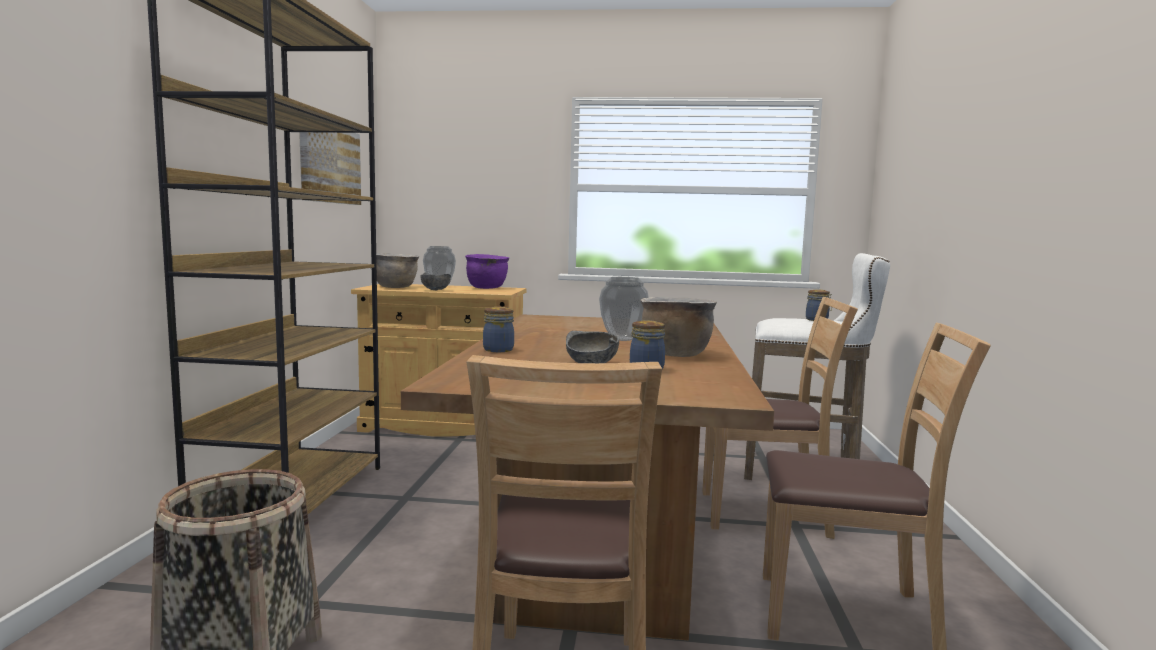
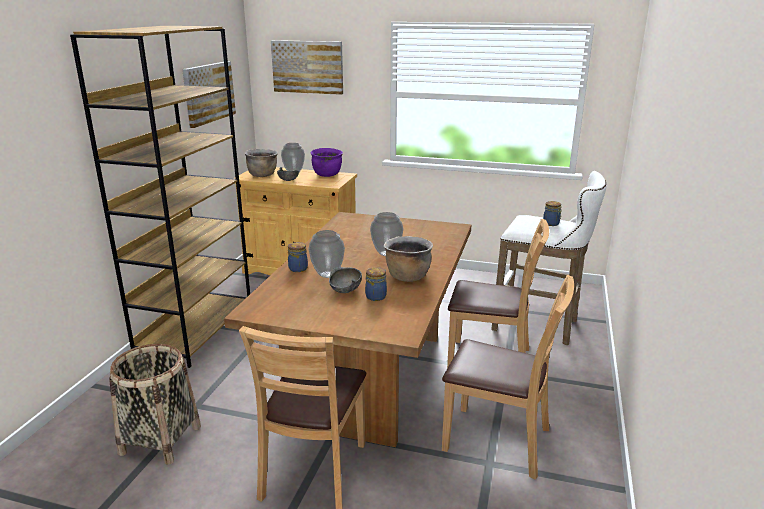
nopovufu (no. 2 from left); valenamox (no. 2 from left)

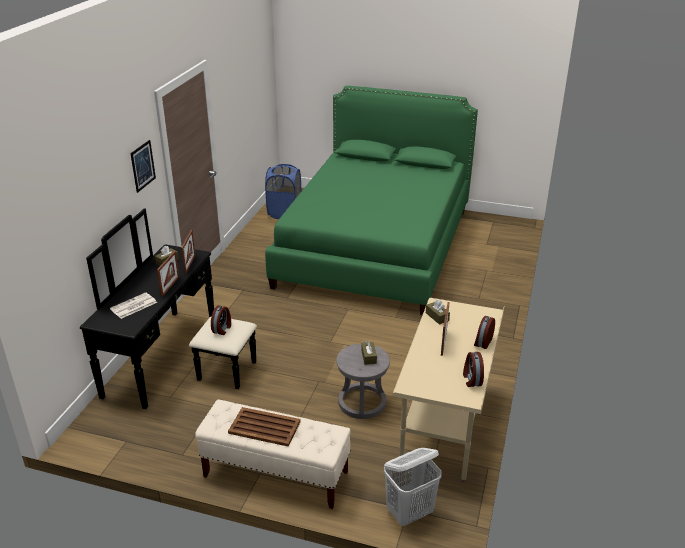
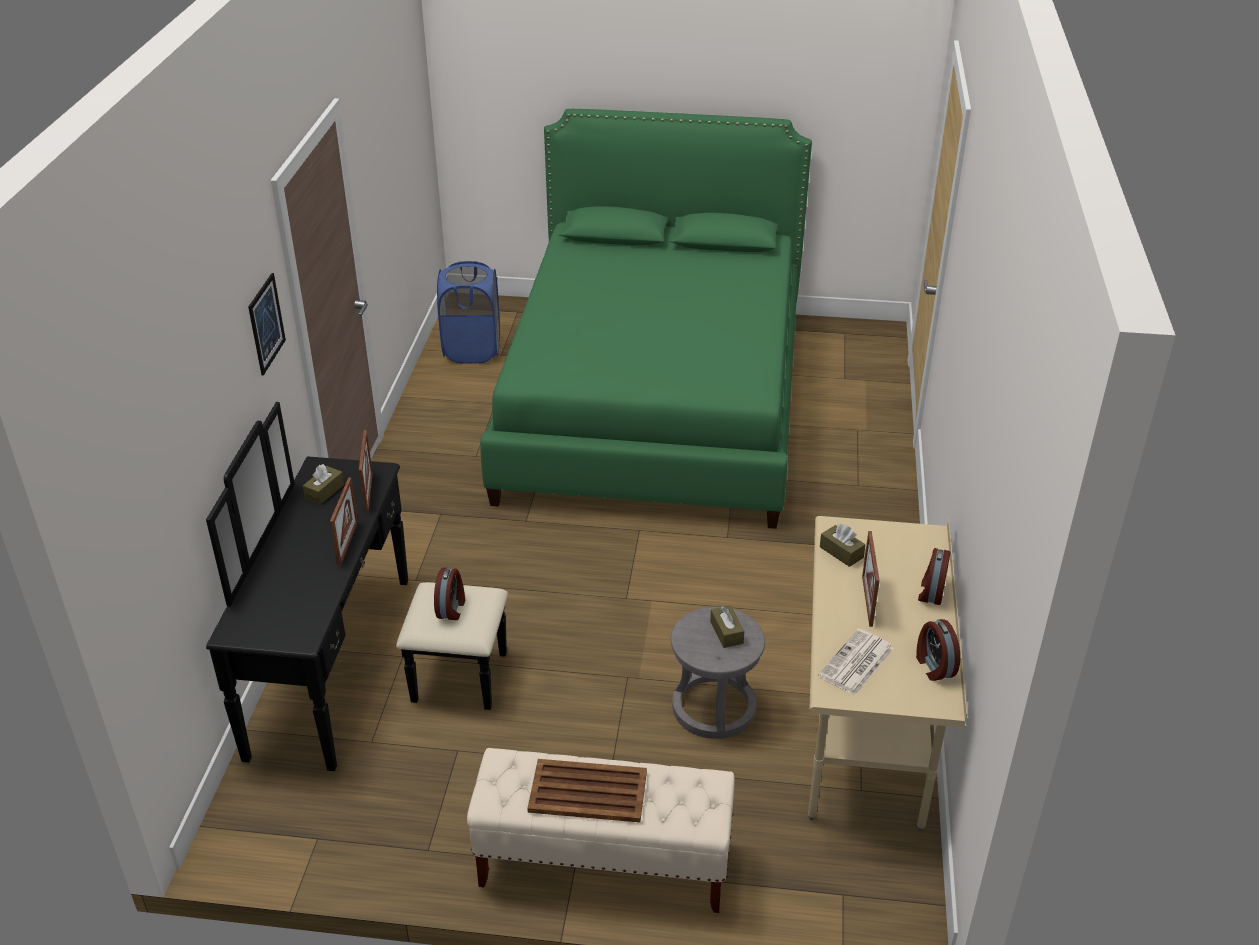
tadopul; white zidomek

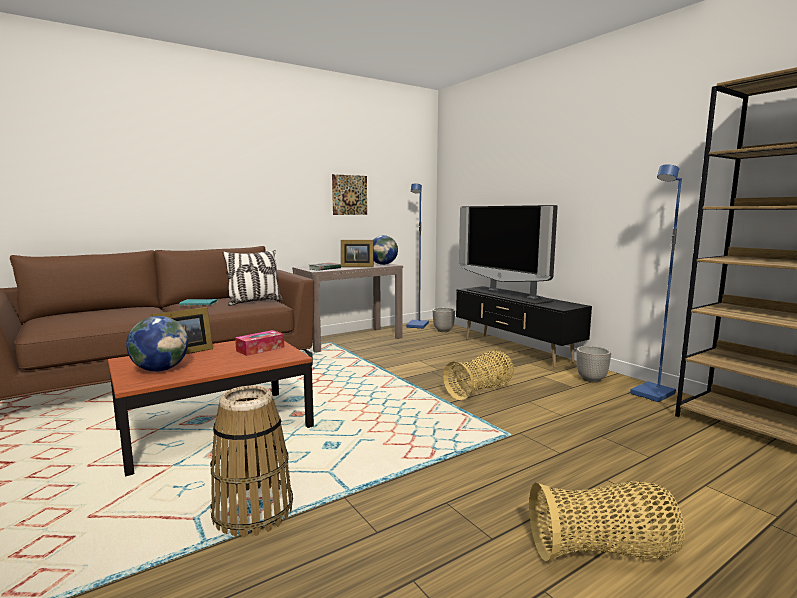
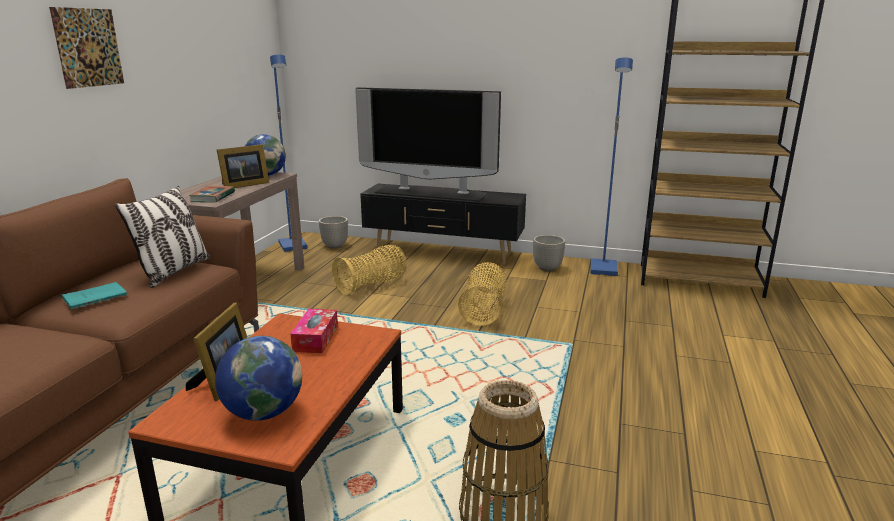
nopovufu; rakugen (no. 1 from left)

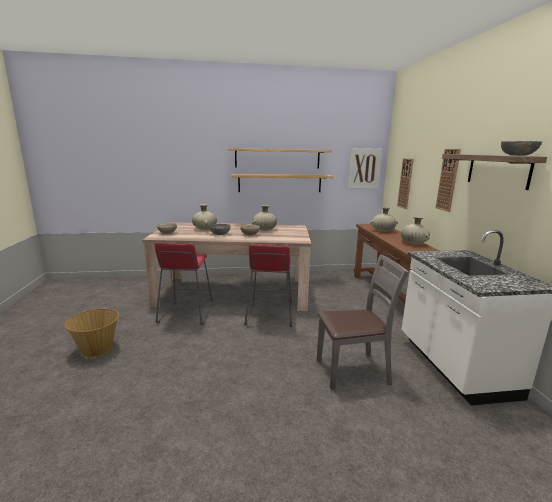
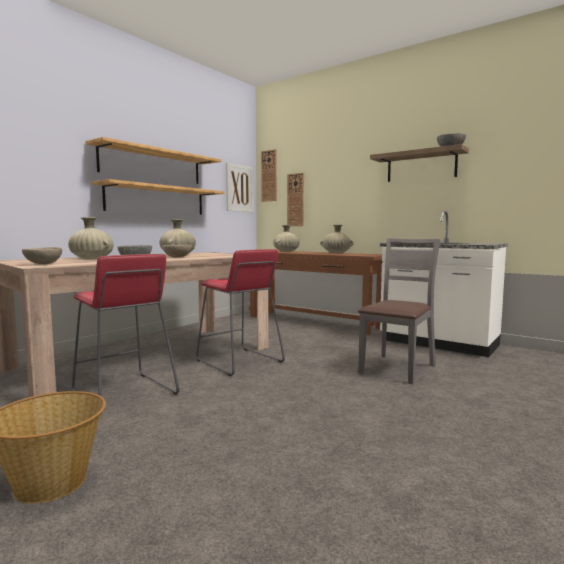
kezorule (no. 1 from left)

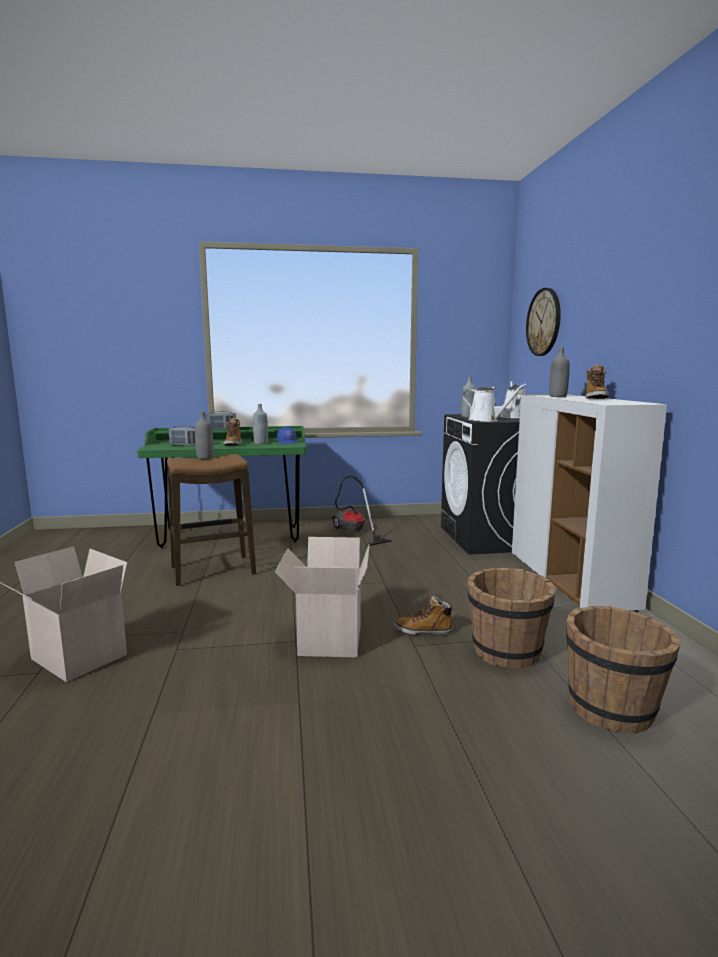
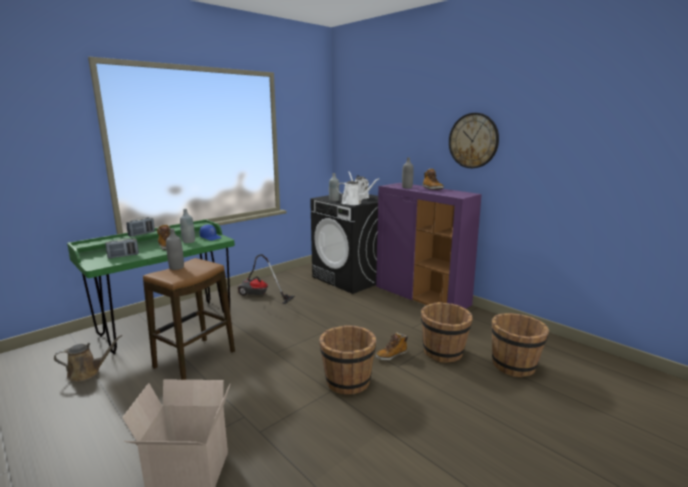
kezorule; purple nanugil; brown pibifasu (no. 1 from left); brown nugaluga

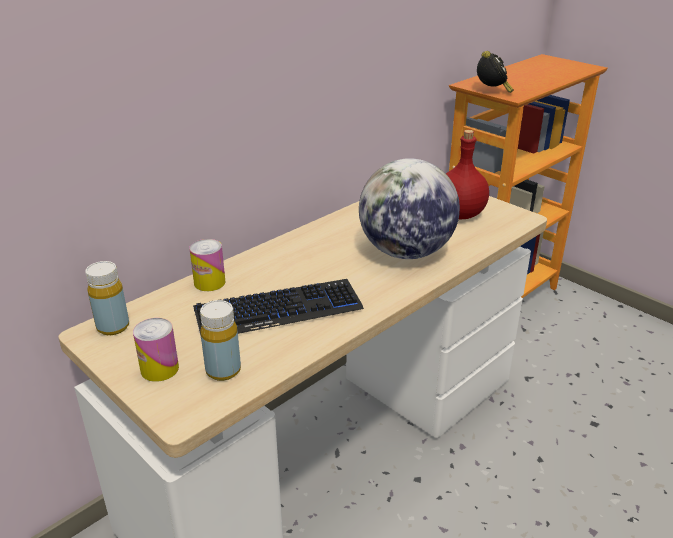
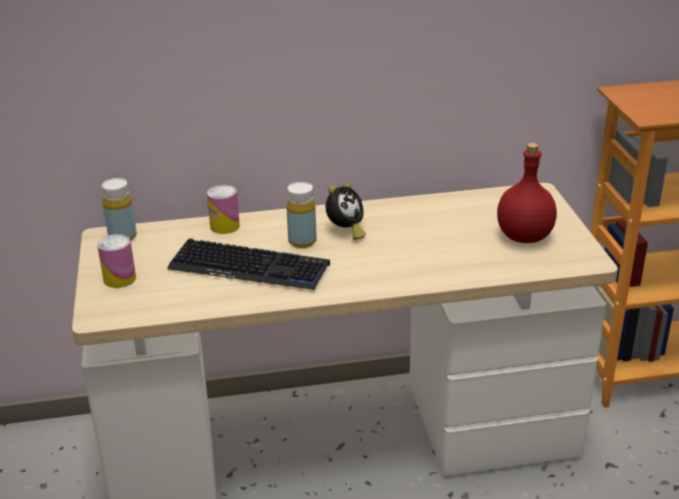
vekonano; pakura; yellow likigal (no. 2 from left)

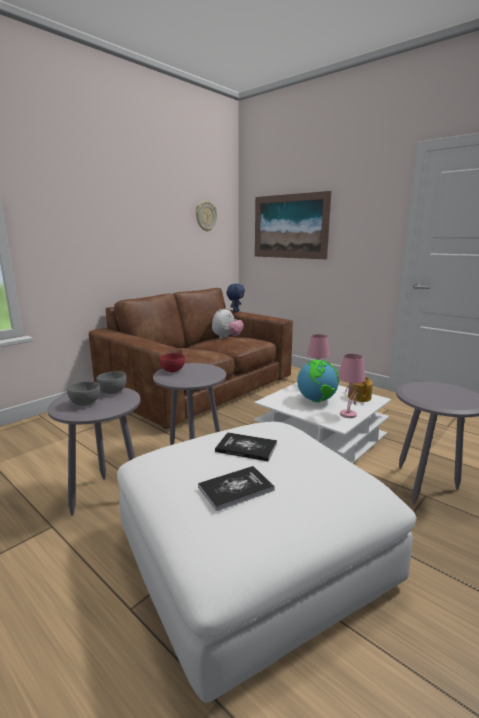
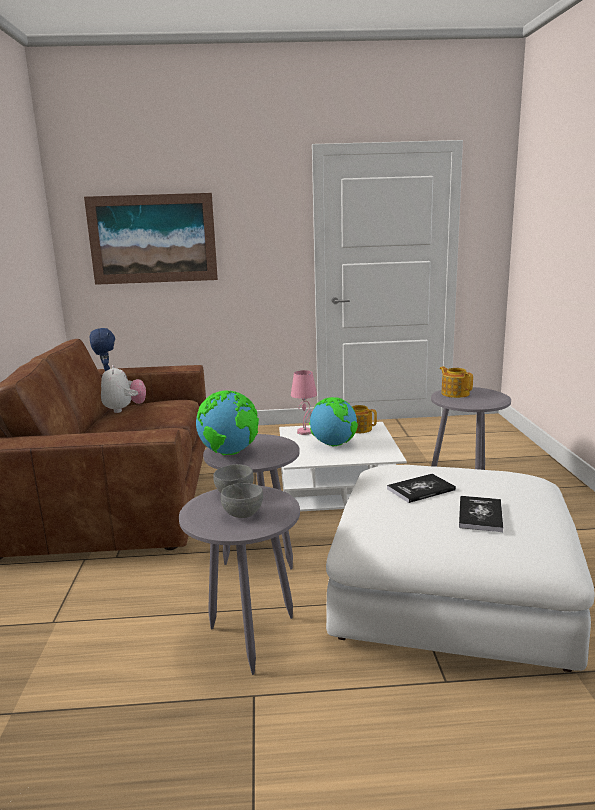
kezorule; pakura (no. 1 from left); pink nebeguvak (no. 2 from left in the first image); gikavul (no. 2 from left)

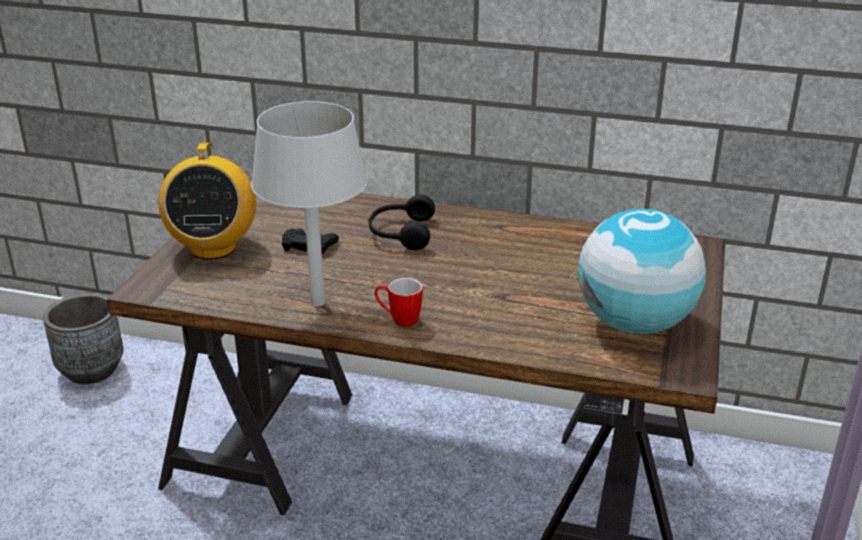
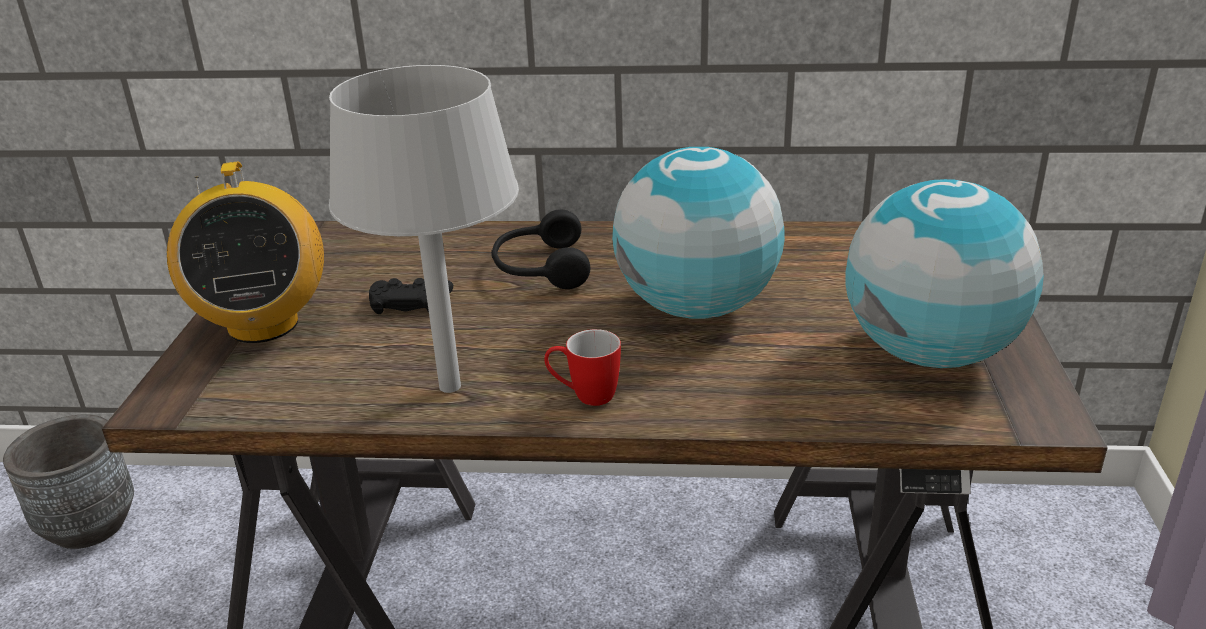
pakura (no. 1 from left)

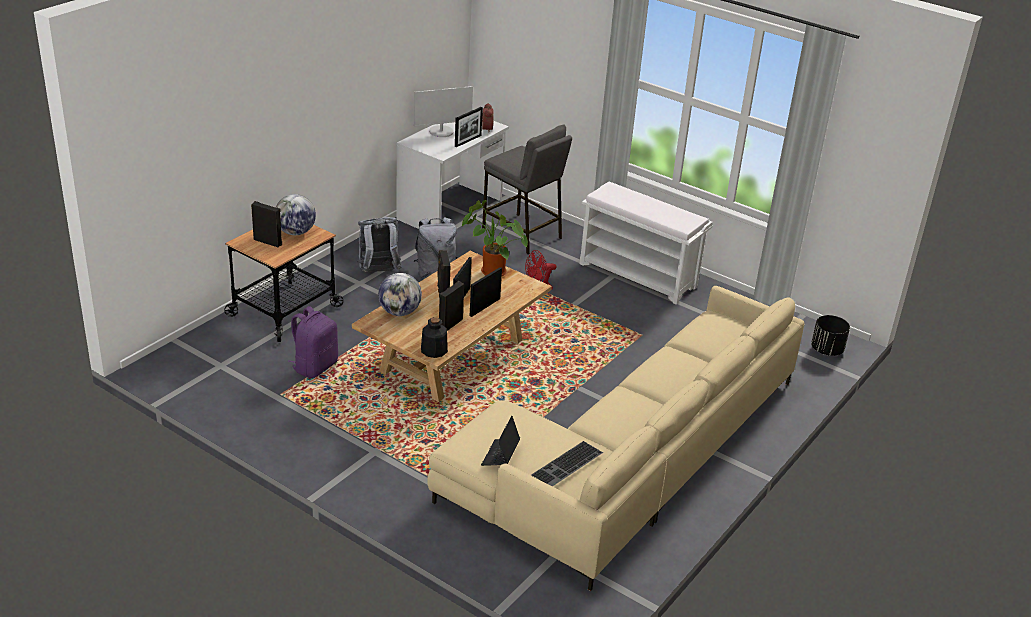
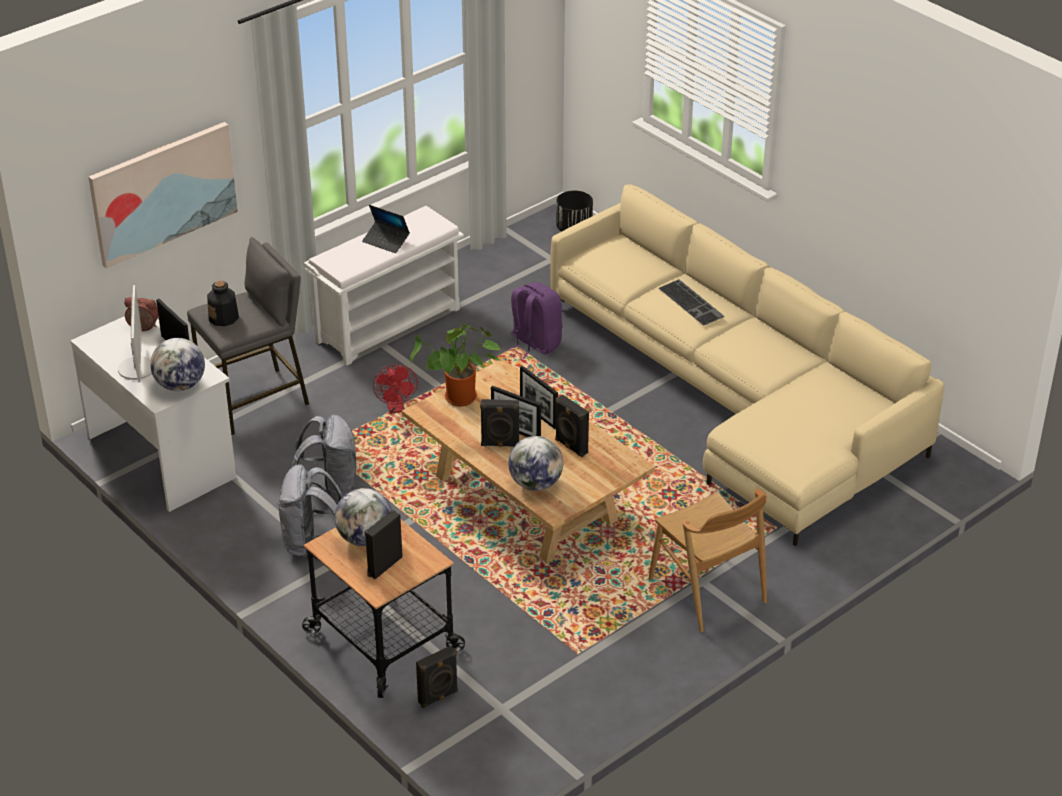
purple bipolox; likigal; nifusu; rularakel; nopovufu; pakura (no. 1 from left); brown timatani; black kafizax (no. 2 from left)

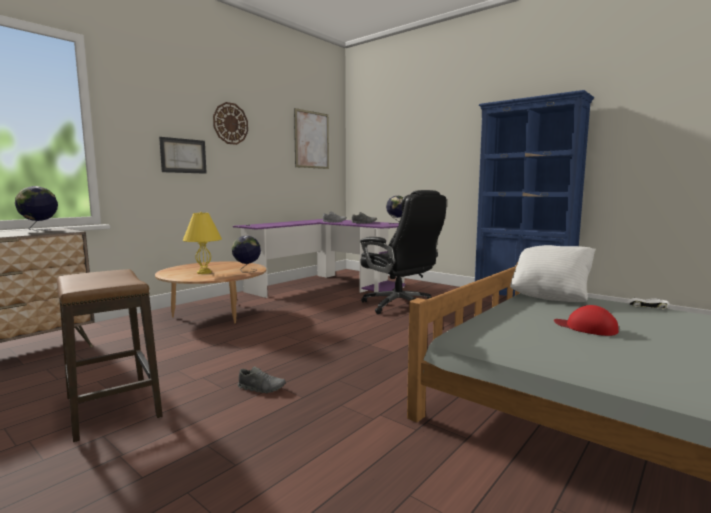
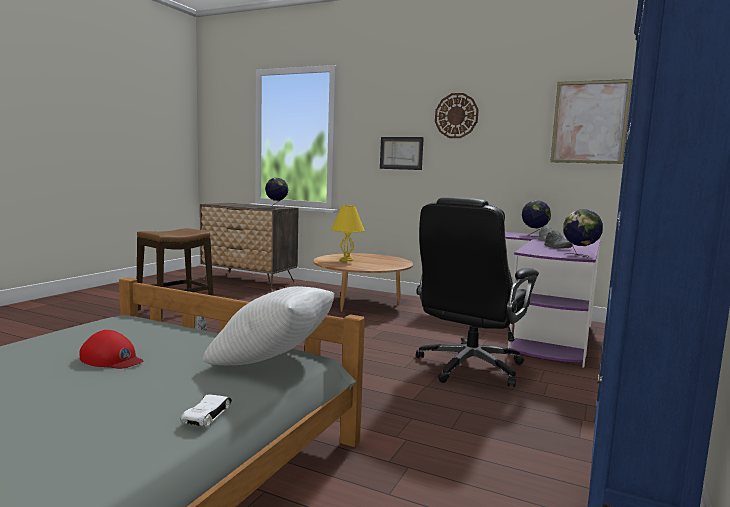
pakura (no. 2 from left); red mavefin

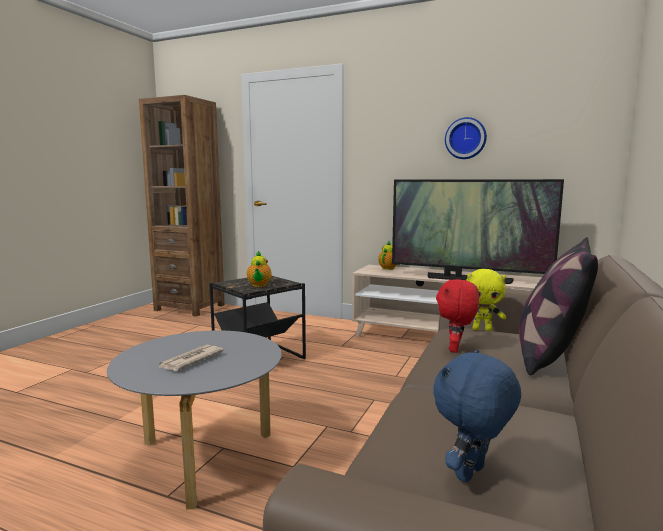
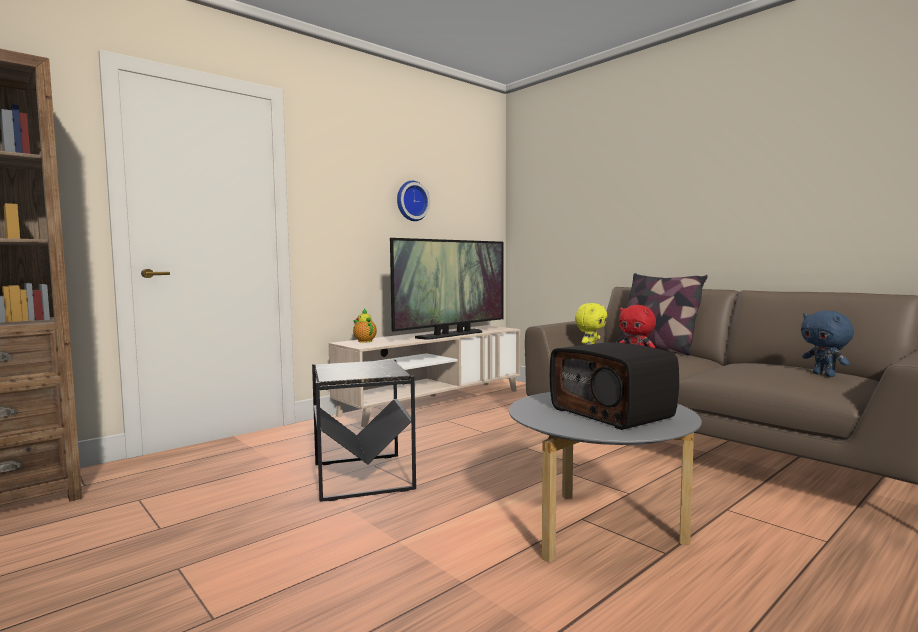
gikavul (no. 1 from left in the first image); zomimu

